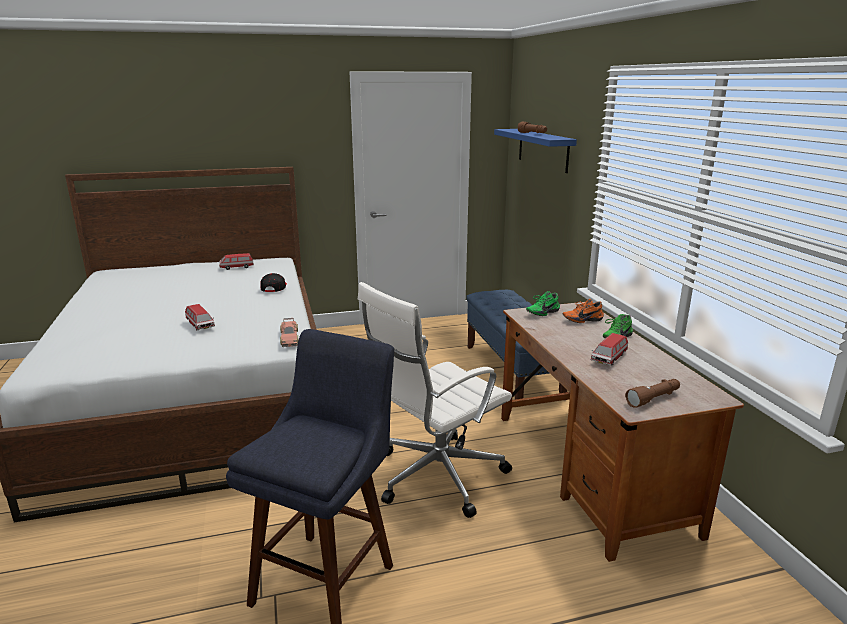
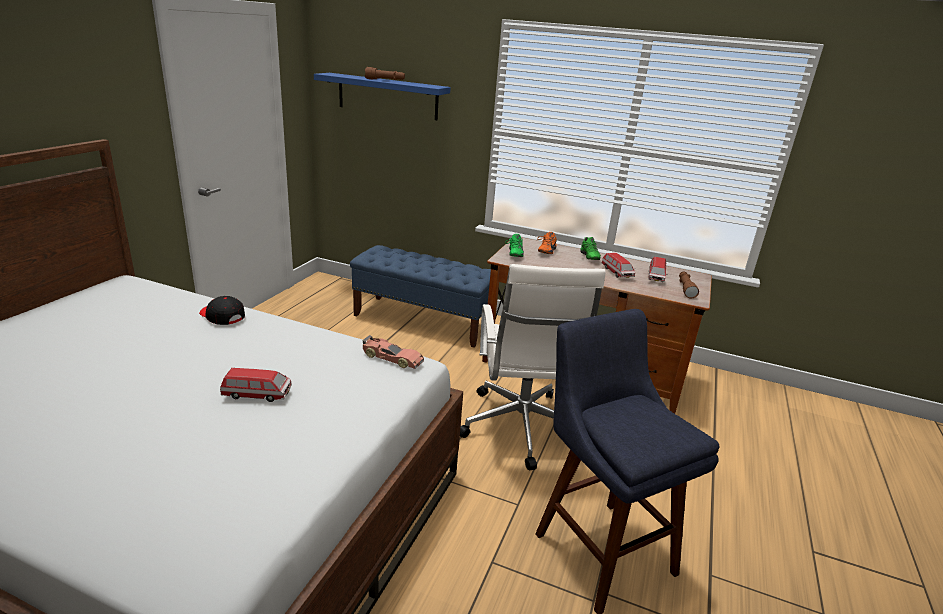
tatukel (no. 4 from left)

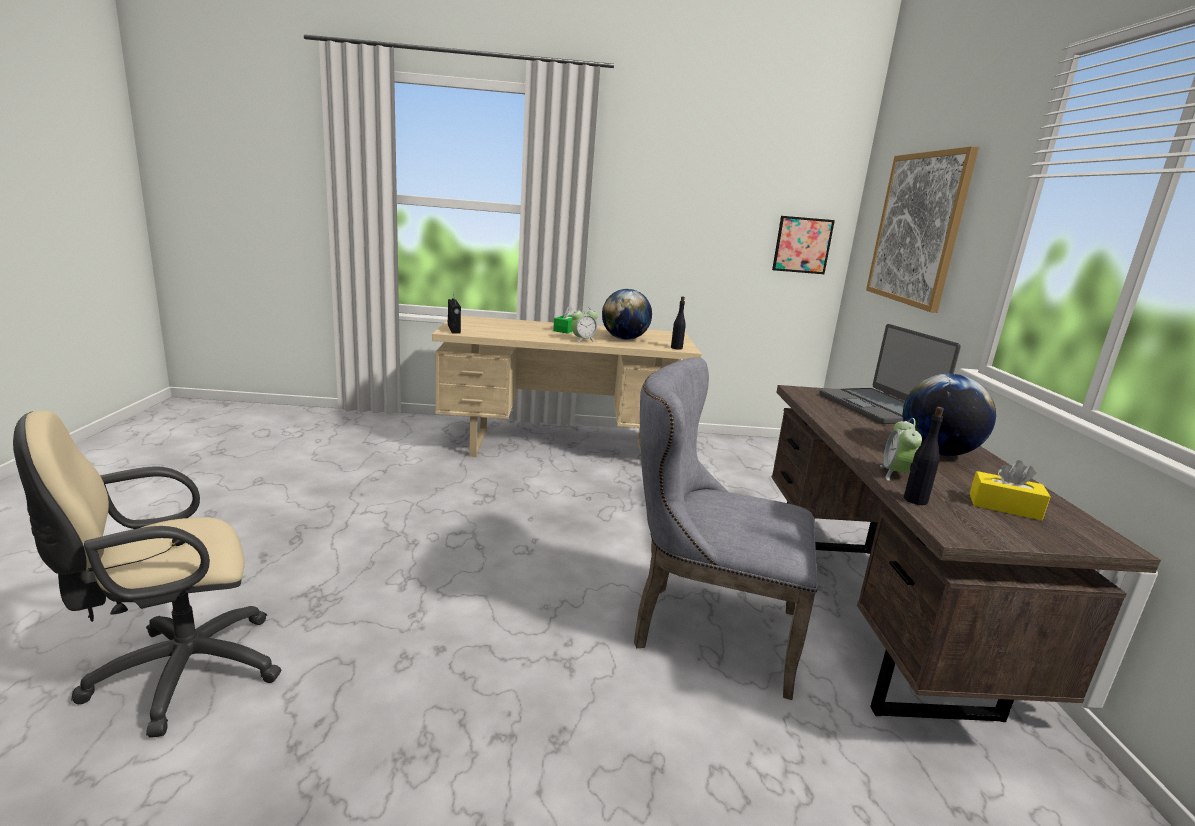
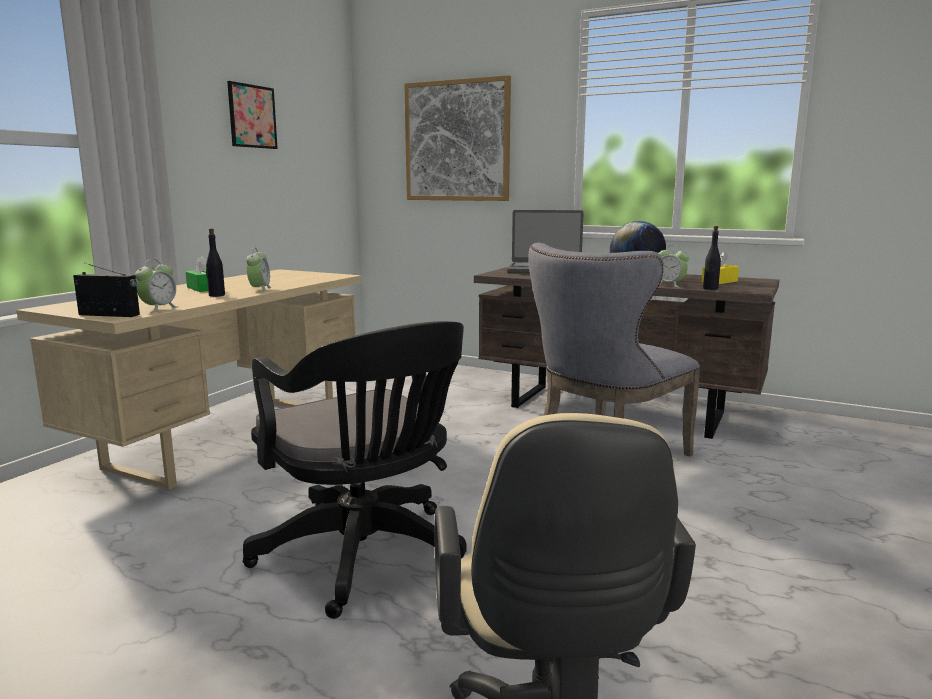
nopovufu (no. 1 from left); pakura (no. 1 from left in the first image); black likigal (no. 1 from left); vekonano (no. 1 from left); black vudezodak

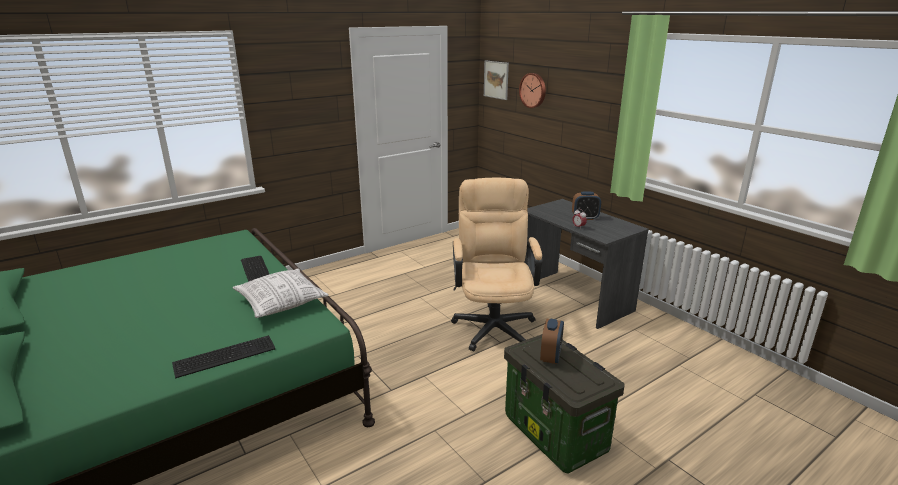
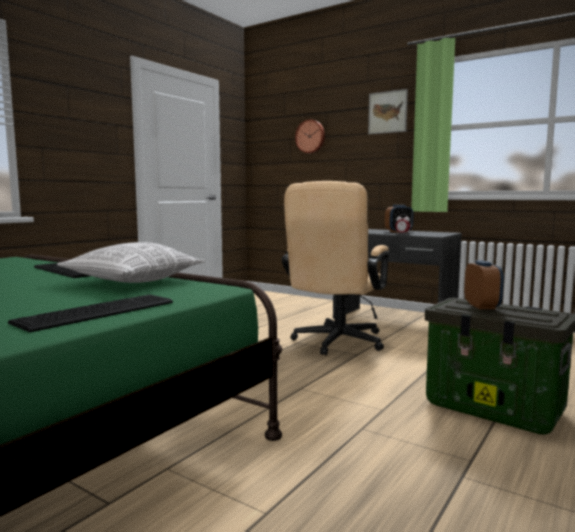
nopovufu; beige vudezodak

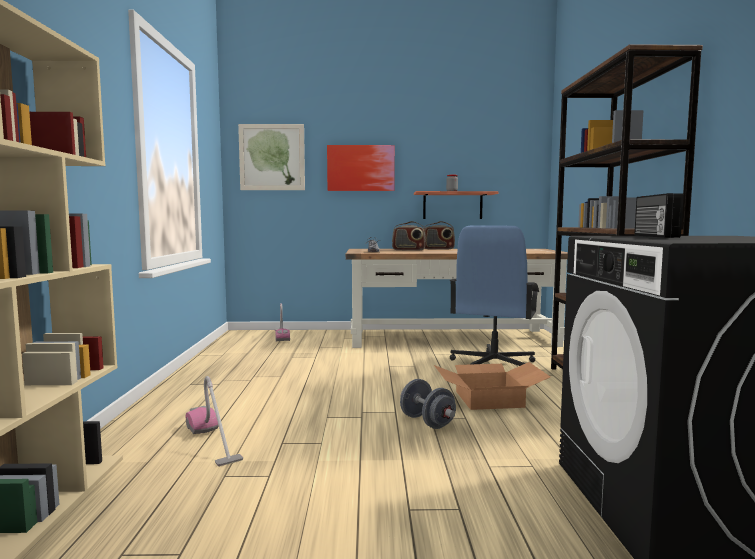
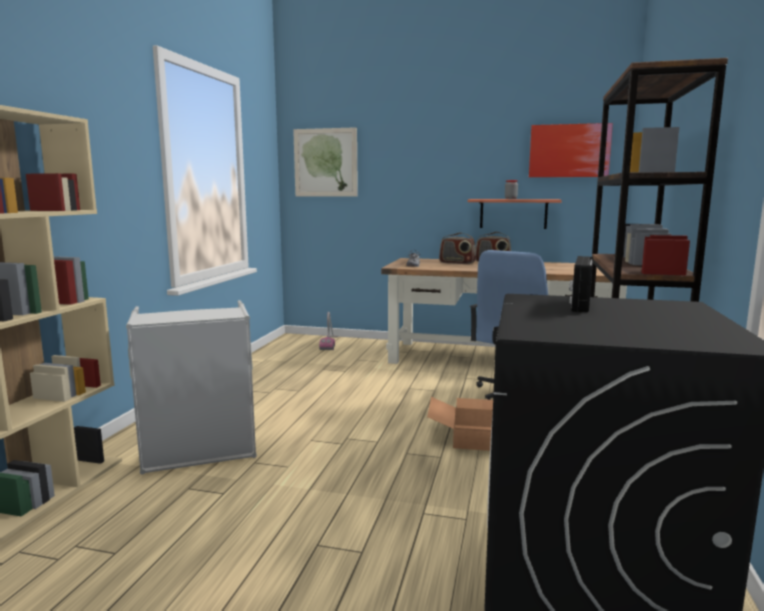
nopovufu (no. 2 from left); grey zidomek; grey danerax

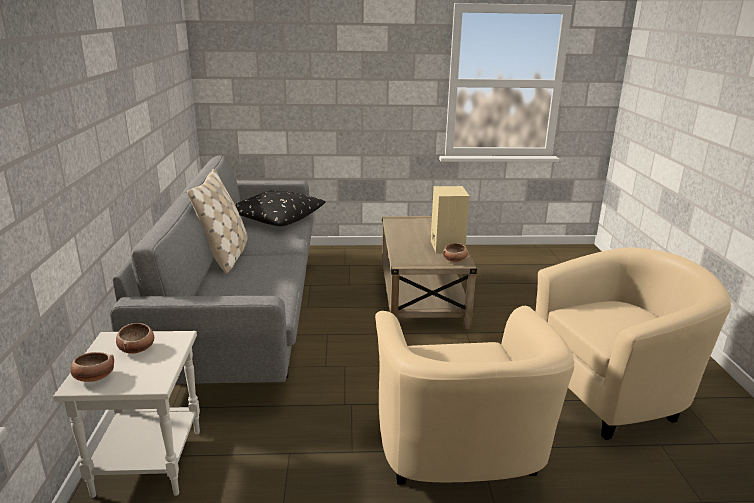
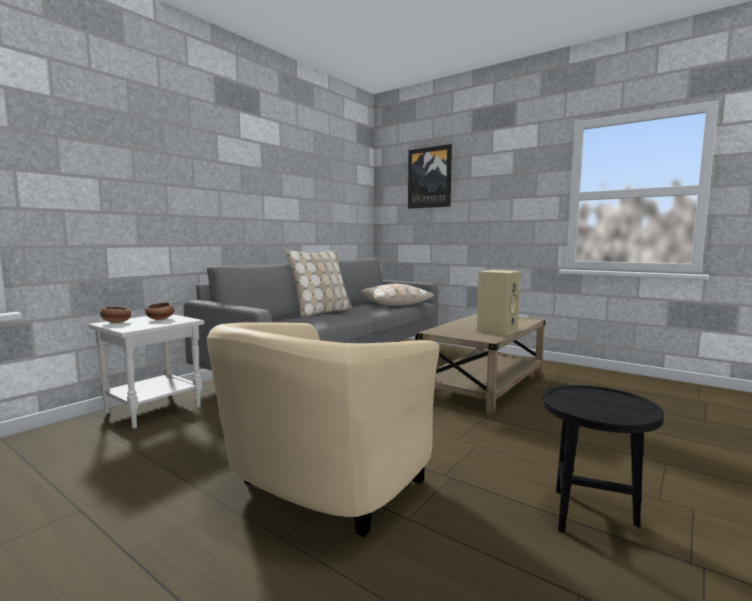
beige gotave (no. 2 from left); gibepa (no. 3 from left in the first image); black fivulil; nopovufu

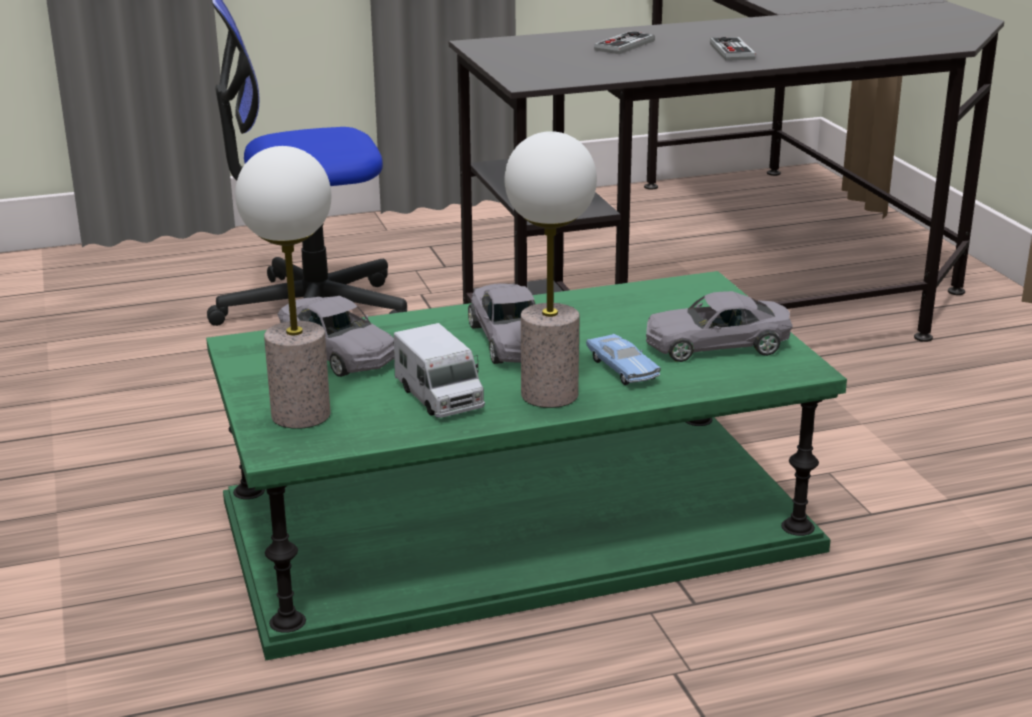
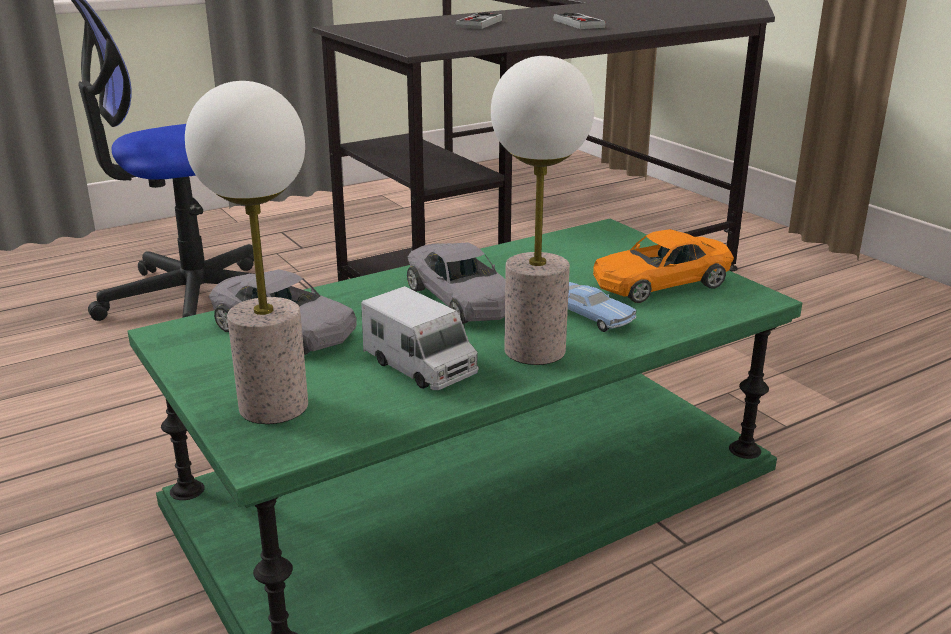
orange tatukel

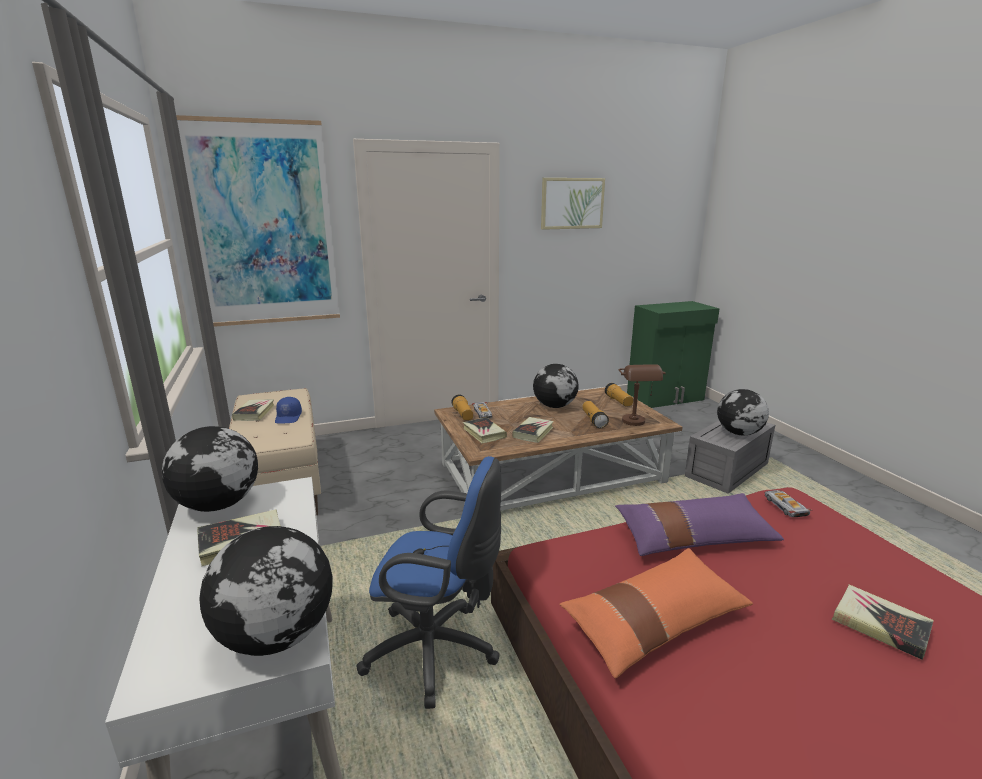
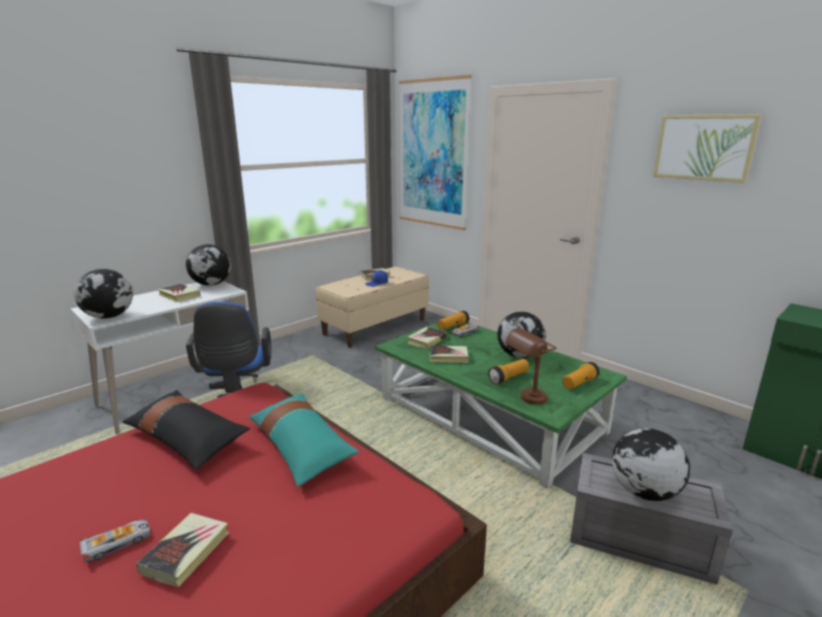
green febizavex; tatukel (no. 1 from left); turquoise gotave; black gotave

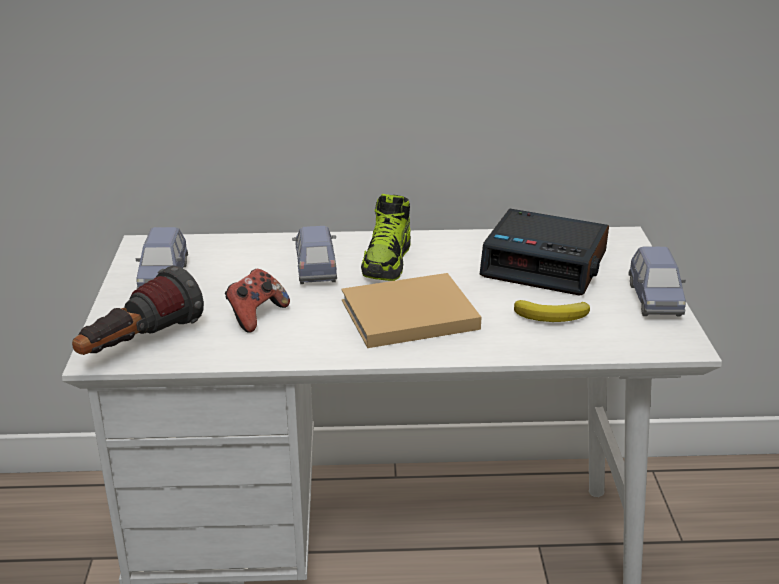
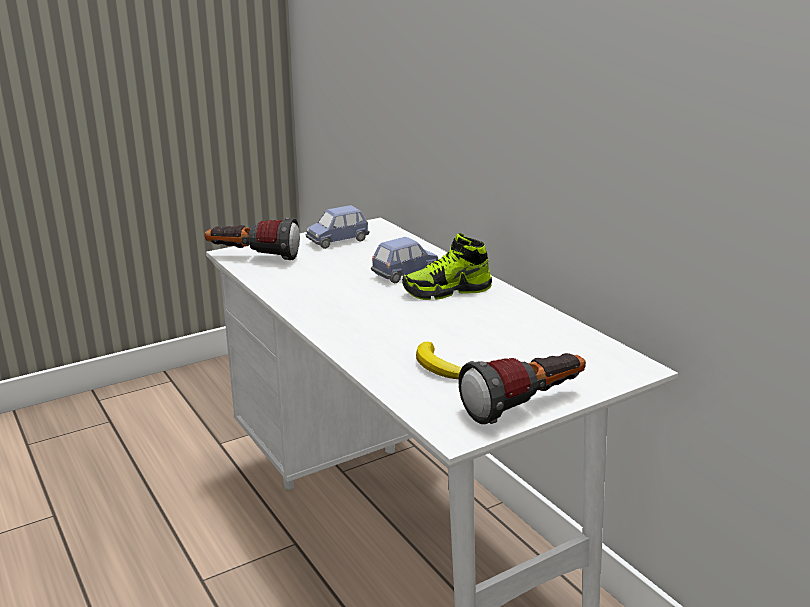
vekonano; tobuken (no. 2 from left); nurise; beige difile

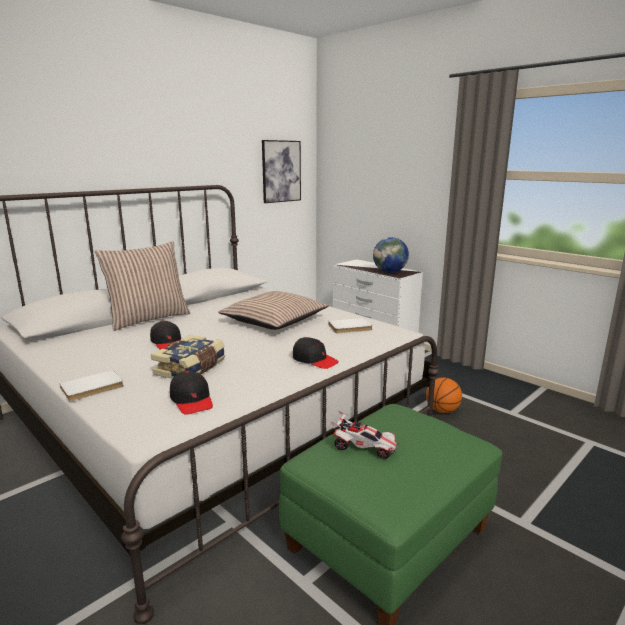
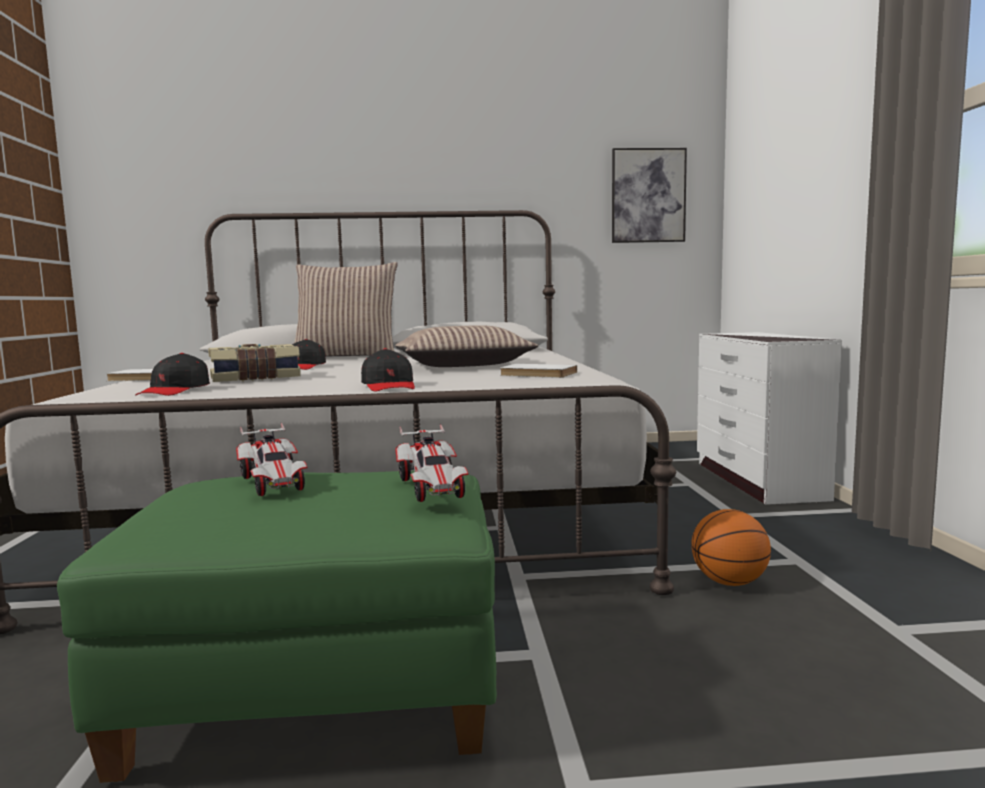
pakura; tatukel (no. 2 from left)

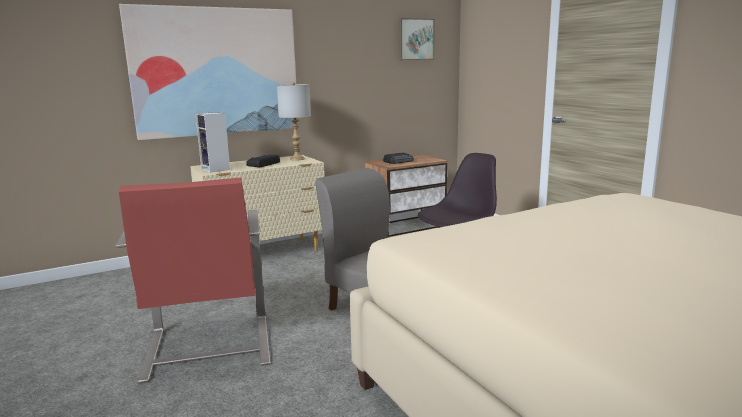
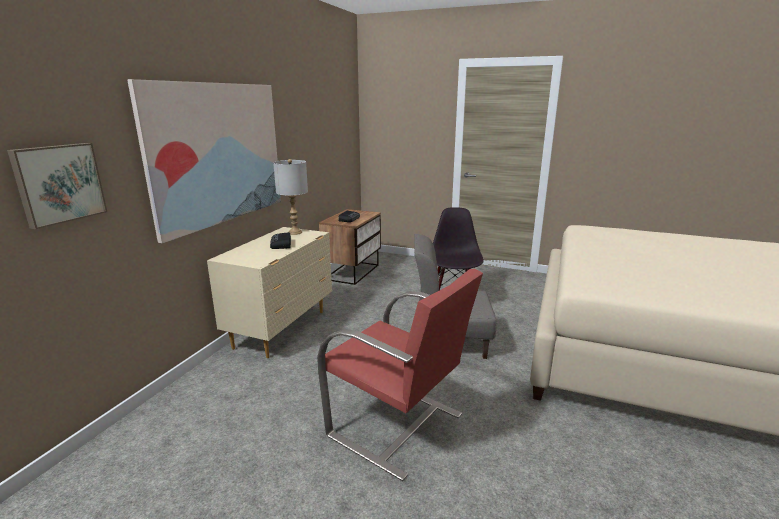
nopovufu (no. 1 from left); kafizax

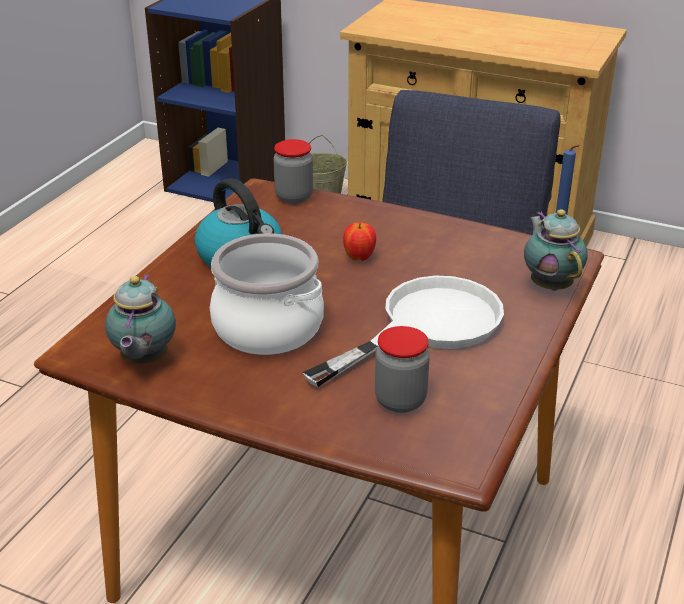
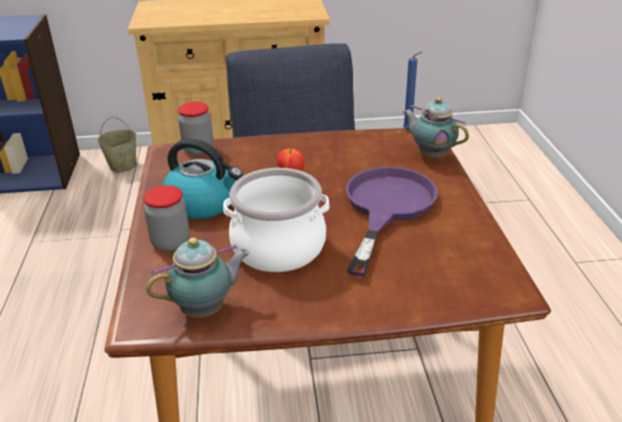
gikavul (no. 1 from left); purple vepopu; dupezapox (no. 1 from left)

